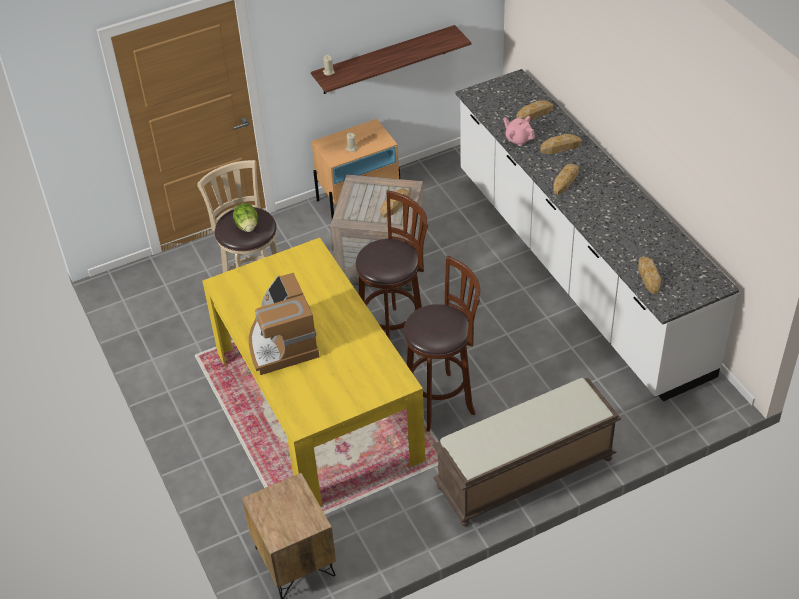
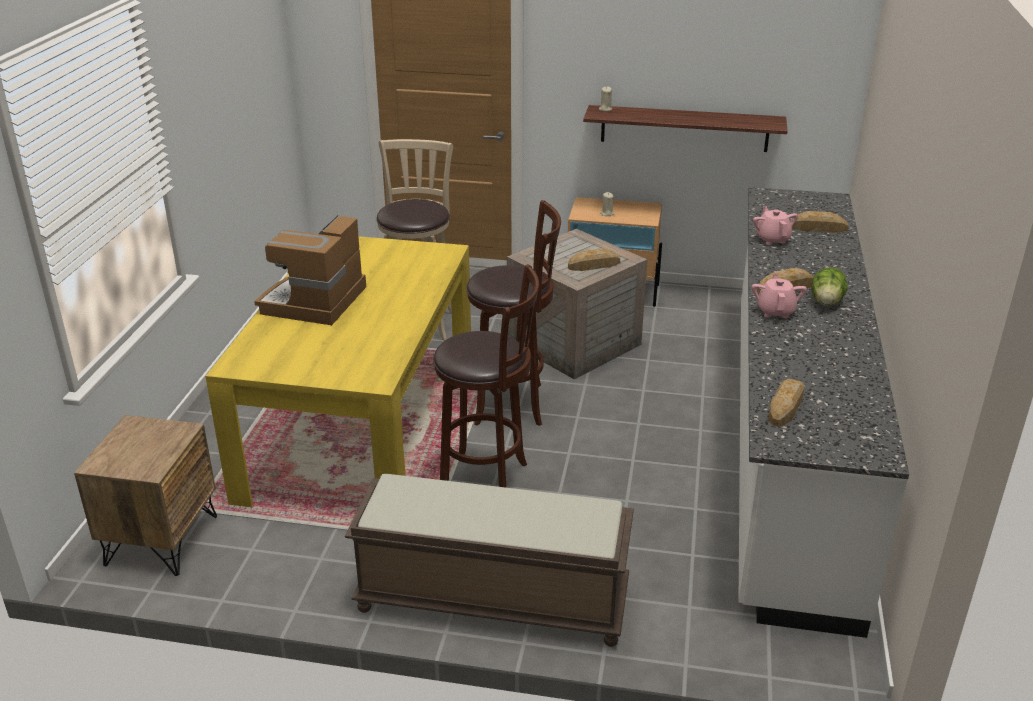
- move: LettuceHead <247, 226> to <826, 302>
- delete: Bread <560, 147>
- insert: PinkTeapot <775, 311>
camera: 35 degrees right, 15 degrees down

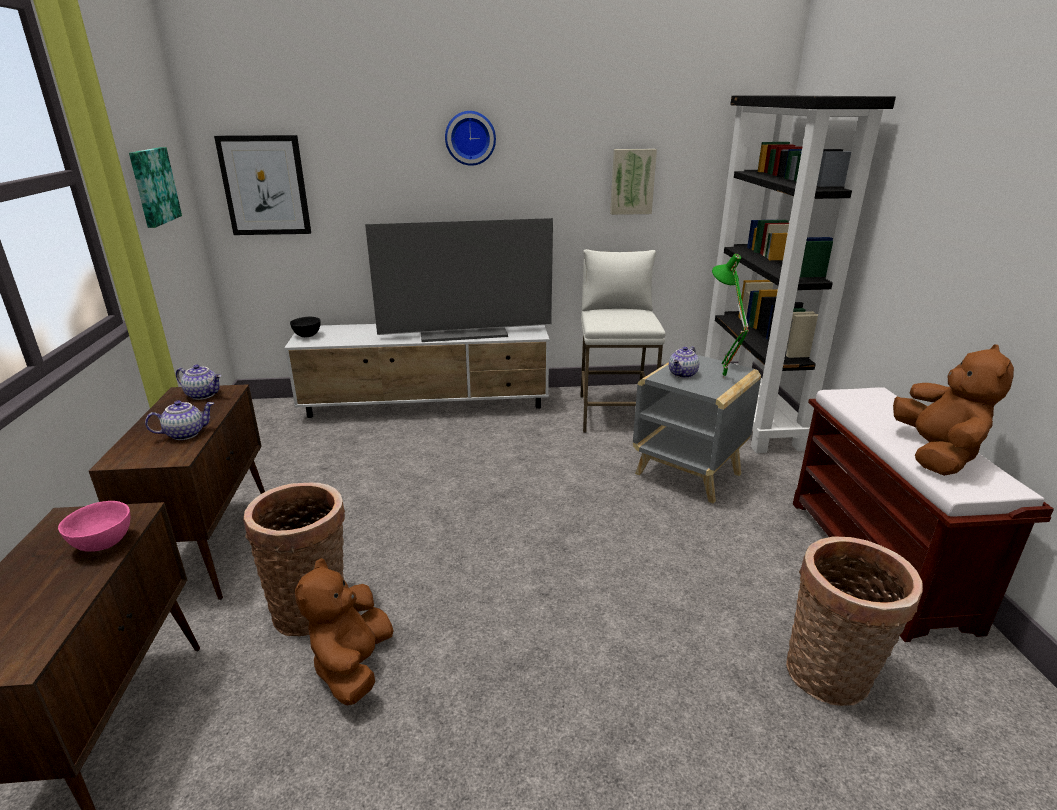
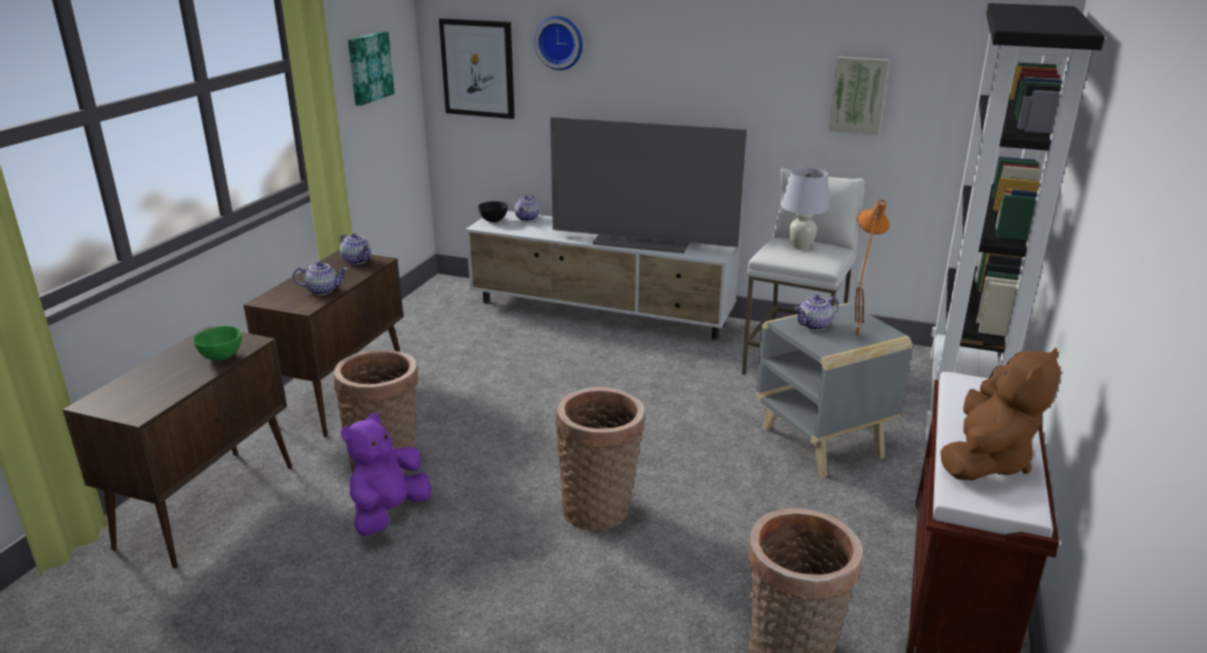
- recolor: PinkBowl <104, 544> to GreenishBowl <222, 357>
- recolor: BrownishPlushToy <353, 666> to PurplishPlushToy <388, 513>
- move: ClockOnTheWall <470, 138> to <560, 42>
- recolor: GreenishTabletopLamp <721, 378> to OrangeTabletopLamp <854, 337>
- insert: Teapot <527, 218>
- insert: HouseholdBasket <600, 509>
- insert: WhiteColouredTabletopLamp <800, 247>
camera: 25 degrees right, 0 degrees up

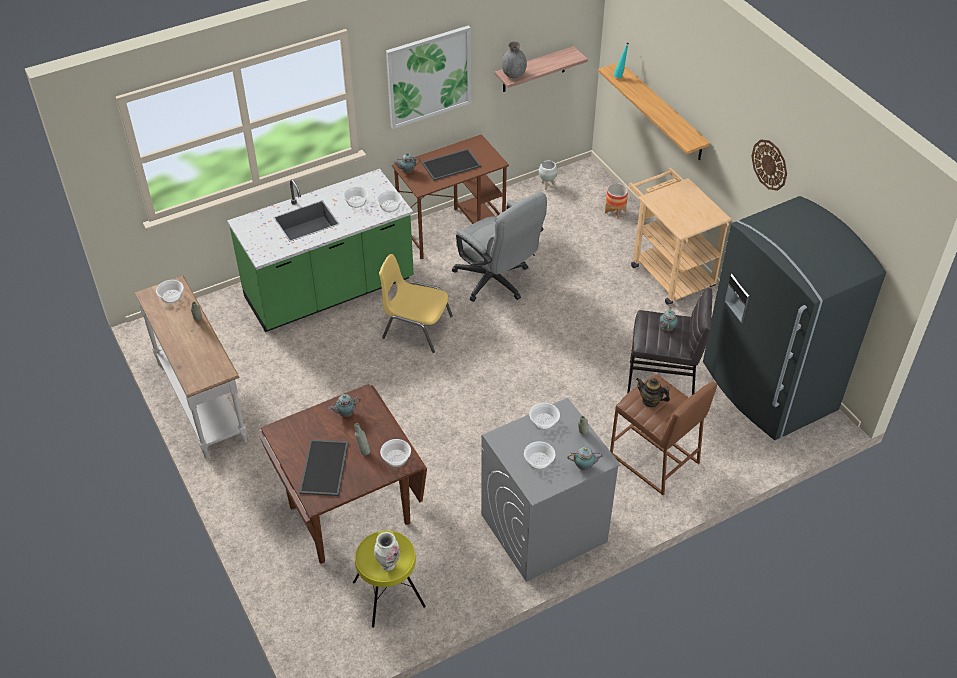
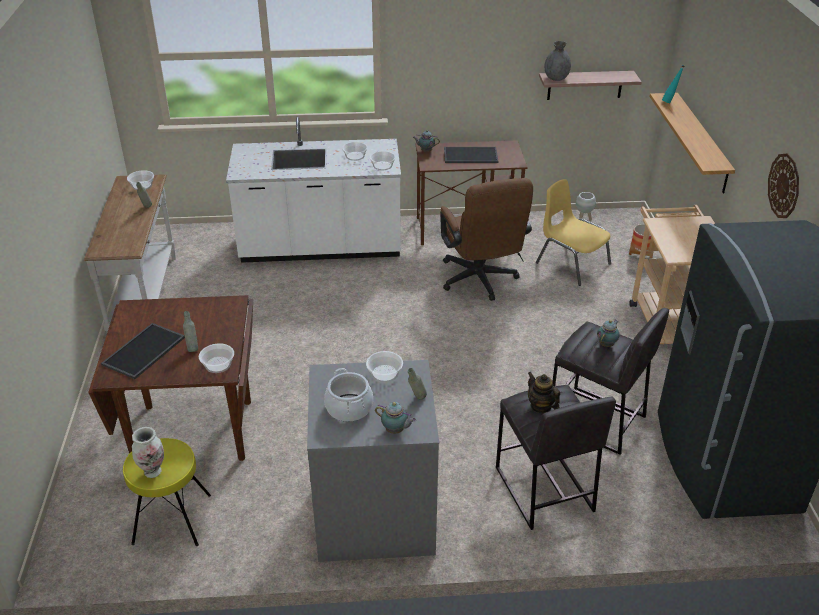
- recolor: GreenishCounter <330, 291> to WhiteColouredCounter <320, 247>
- delete: Teapot <345, 413>
- move: YellowishChair <416, 327> to <571, 263>
- delete: WallPicture <429, 76>
- recolor: GreyishOfficeChair <497, 282> to BrownishOfficeChair <480, 282>
- replace: Bowl <538, 461> to Stockpot <349, 408>
- recolor: BrownishStoolSeat <654, 459> to GreyishStoolSeat <543, 490>
camera: 25 degrees right, 10 degrees down

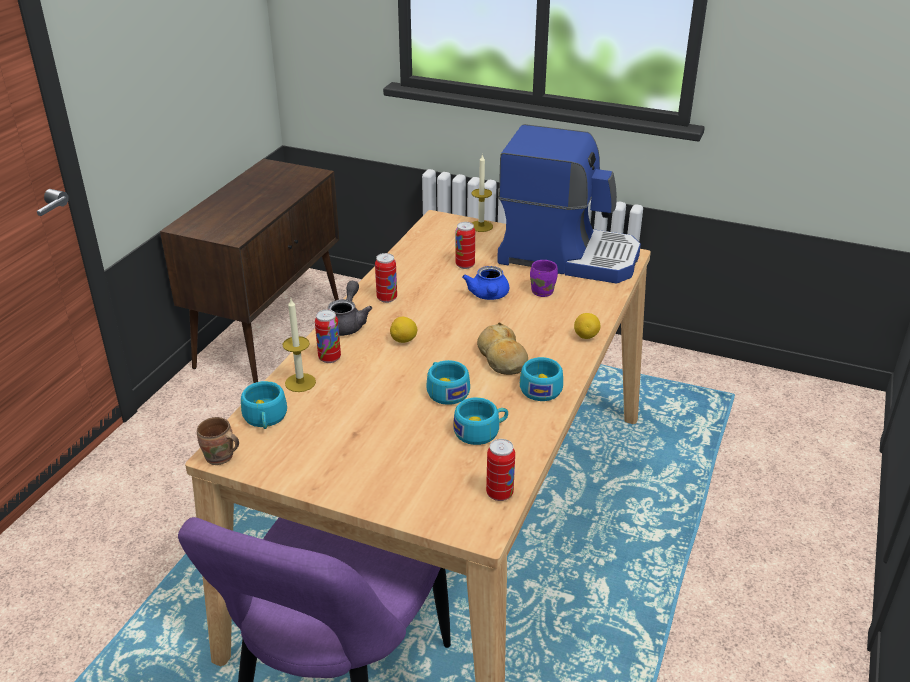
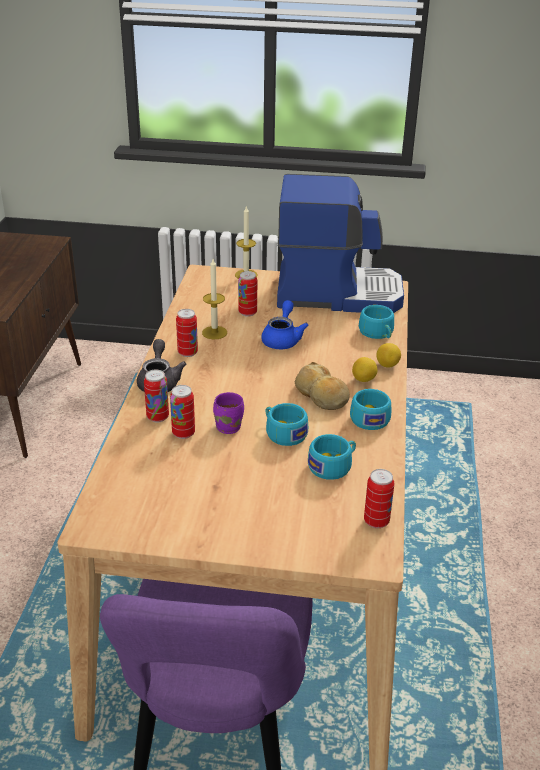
- delete: BrownishTeaMug <220, 458>
- move: TurquoiseDrinkingCup <265, 419> to <378, 334>
- move: WaxCandle <300, 382> to <214, 332>
- move: Lemon <404, 340> to <364, 380>
- rotate: BlueTeapot <488, 296> = <282, 339> 150 degrees counterclockwise
- move: PurplishTeaMug <543, 291> to <229, 426>
- insert: MetalCan <183, 433>
camera: 15 degrees left, 0 degrees up

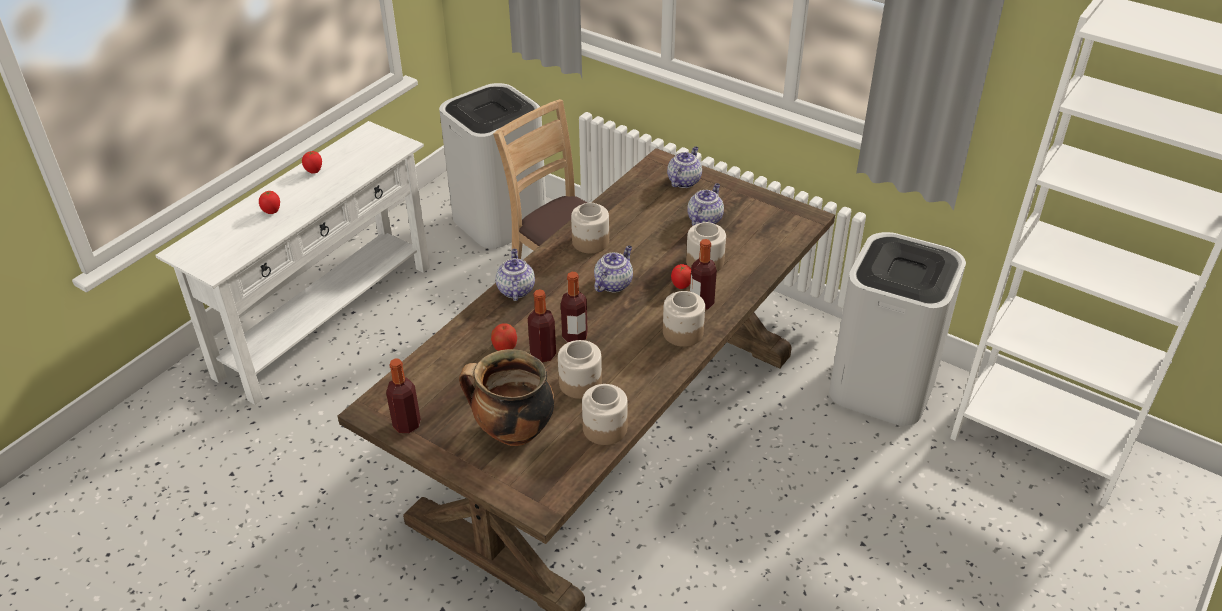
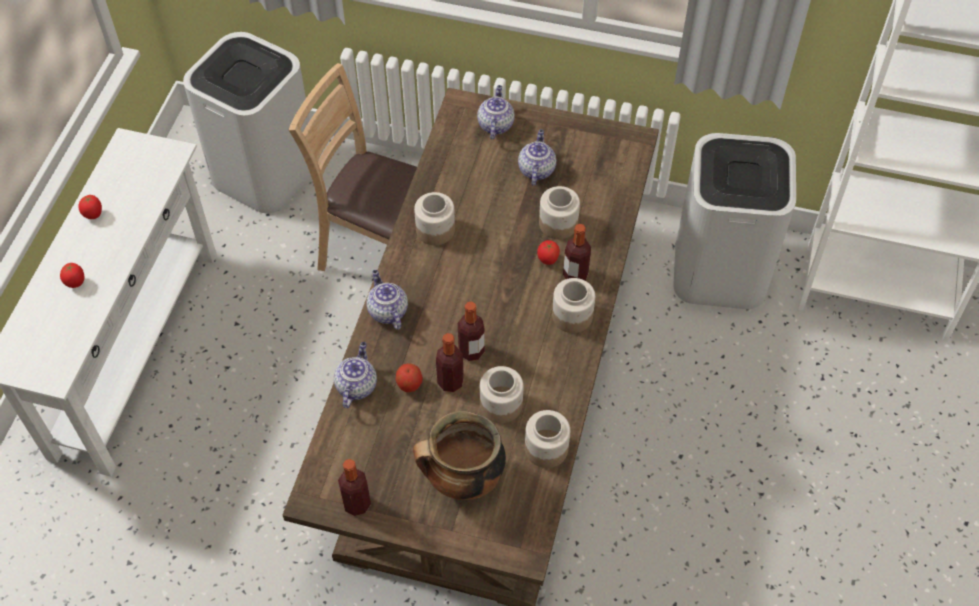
- move: Teapot <613, 283> to <356, 385>
camera: 20 degrees left, 15 degrees up

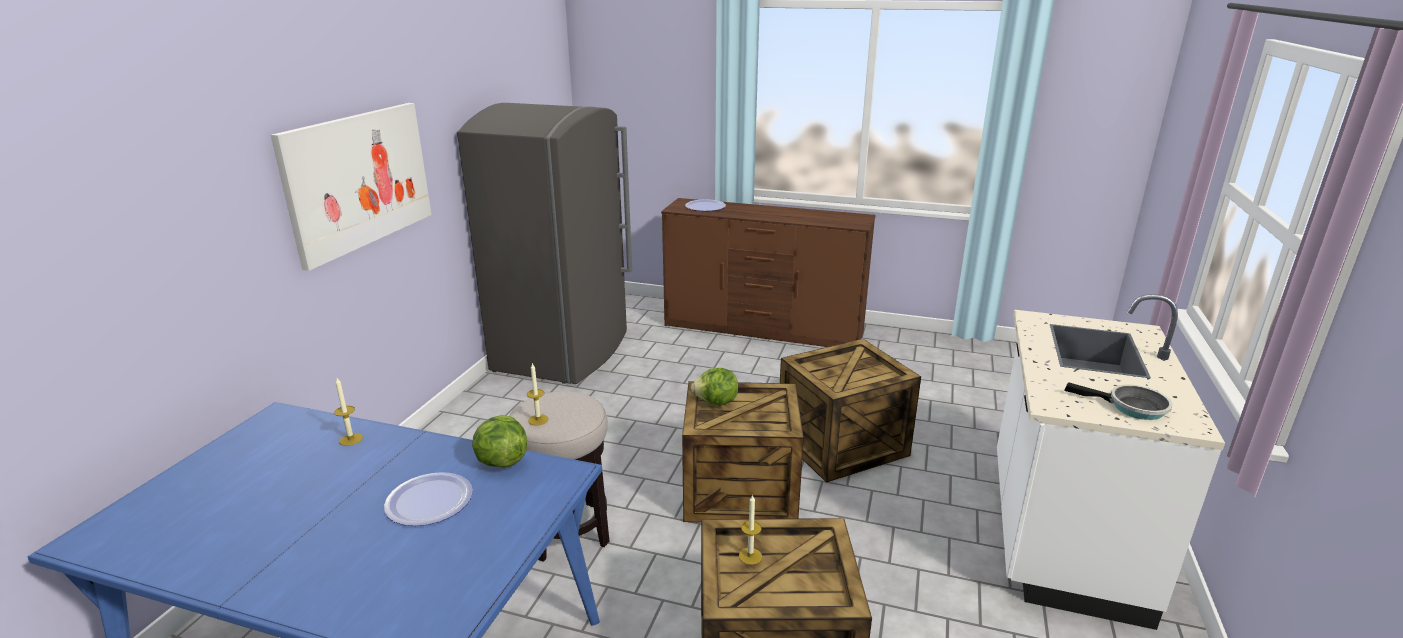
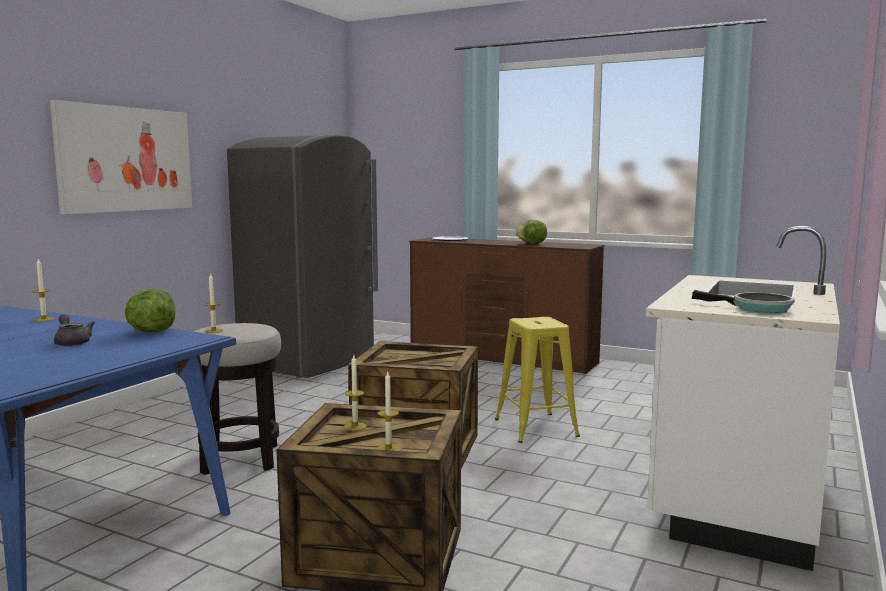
- replace: FlatDish <429, 501> to GreyishTeapot <72, 342>
- move: LettuceHead <716, 403> to <532, 244>
- replace: Crate <842, 446> to YellowishStoolSeat <535, 427>
- insert: WaxCandle <388, 449>
camera: 10 degrees right, 15 degrees down

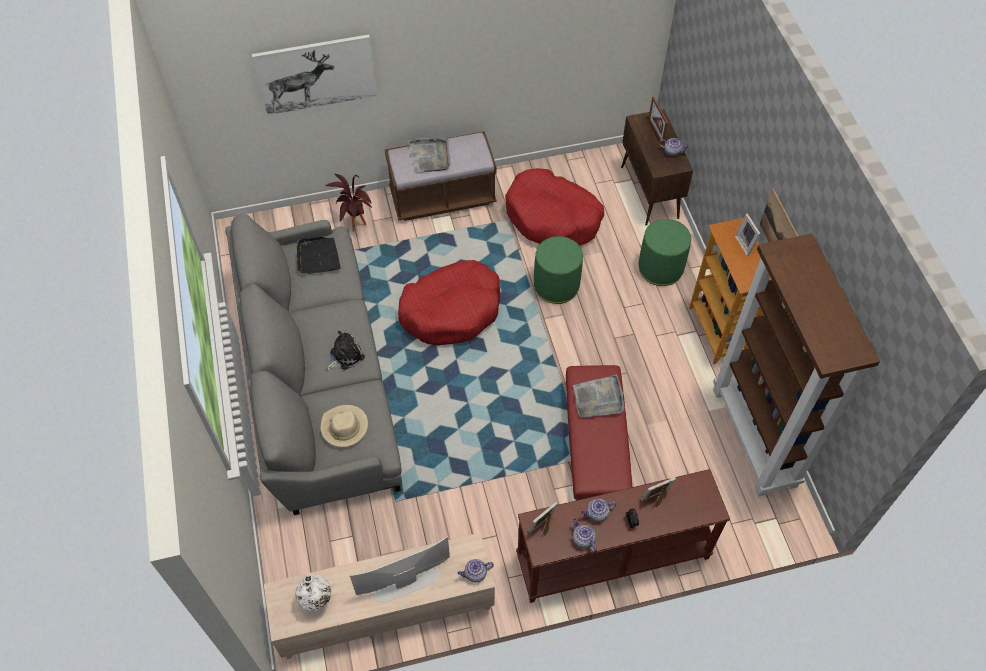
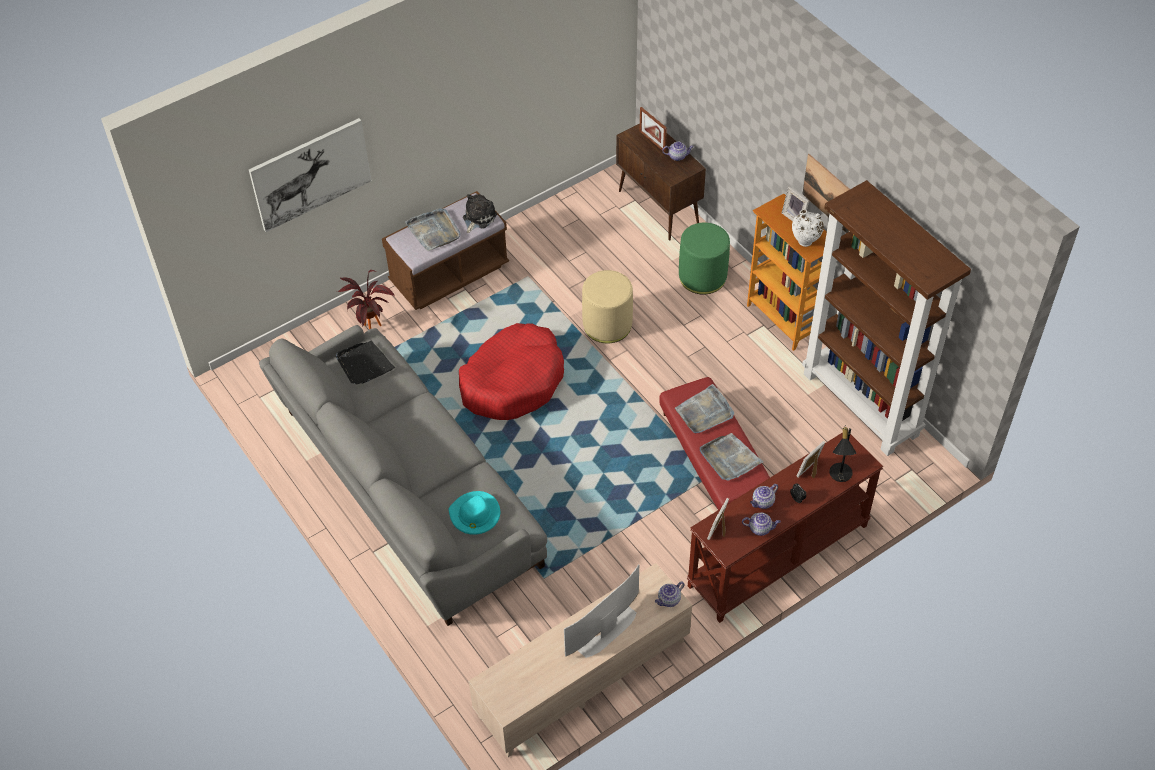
- move: WhiteColouredVase <317, 601> to <805, 243>
- recolor: BeigeColouredClothingHat <344, 427> to TurquoiseClothingHat <475, 515>
- move: PlushToy <345, 355> to <478, 218>
- delete: RedColouredPetBed <552, 217>
- recolor: GreenishPouffe <556, 285> to BeigeColouredPouffe <607, 325>
- rotate: Teapot <583, 539> = <760, 528> 150 degrees clockwise
- insert: GreyishTray <729, 459>
- insert: BlackTabletopLamp <839, 476>
camera: 20 degrees left, 5 degrees down

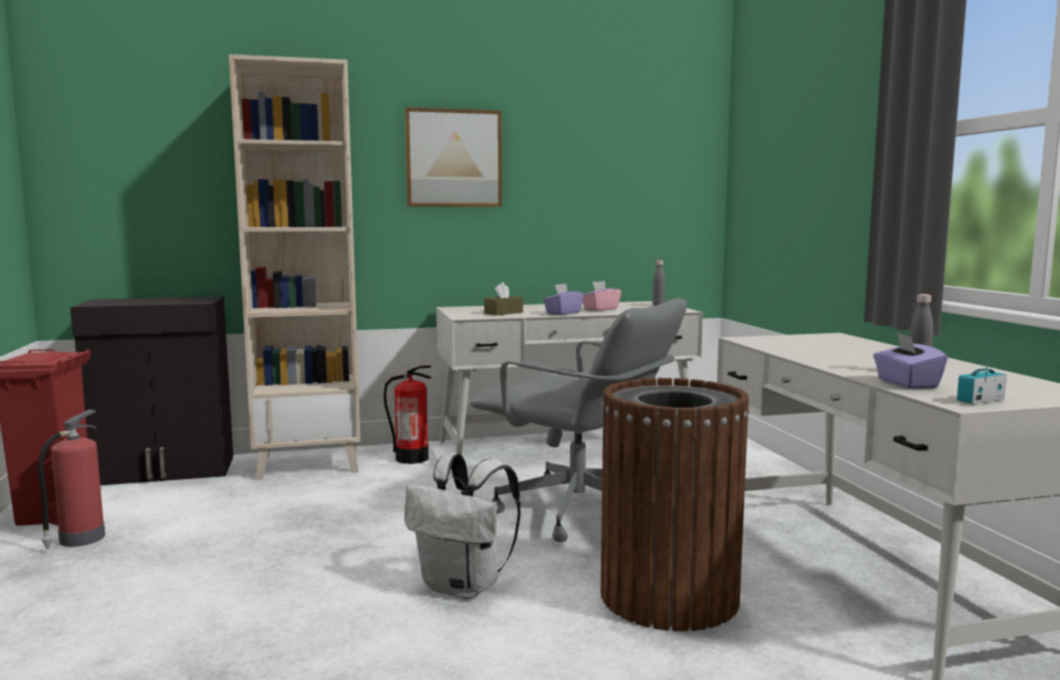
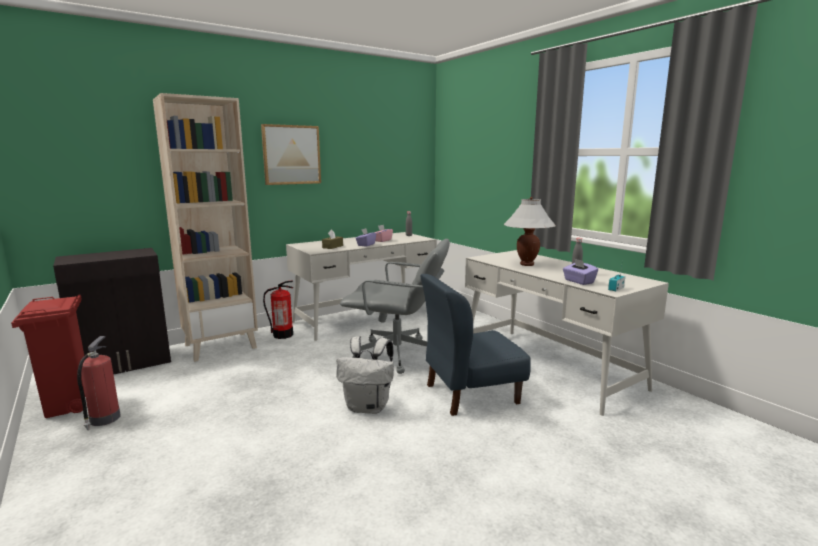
- replace: BrownishWasteBin <668, 596> to BlueChair <470, 393>
- insert: WhiteColouredTabletopLamp <526, 264>
camera: 20 degrees left, 5 degrees up

